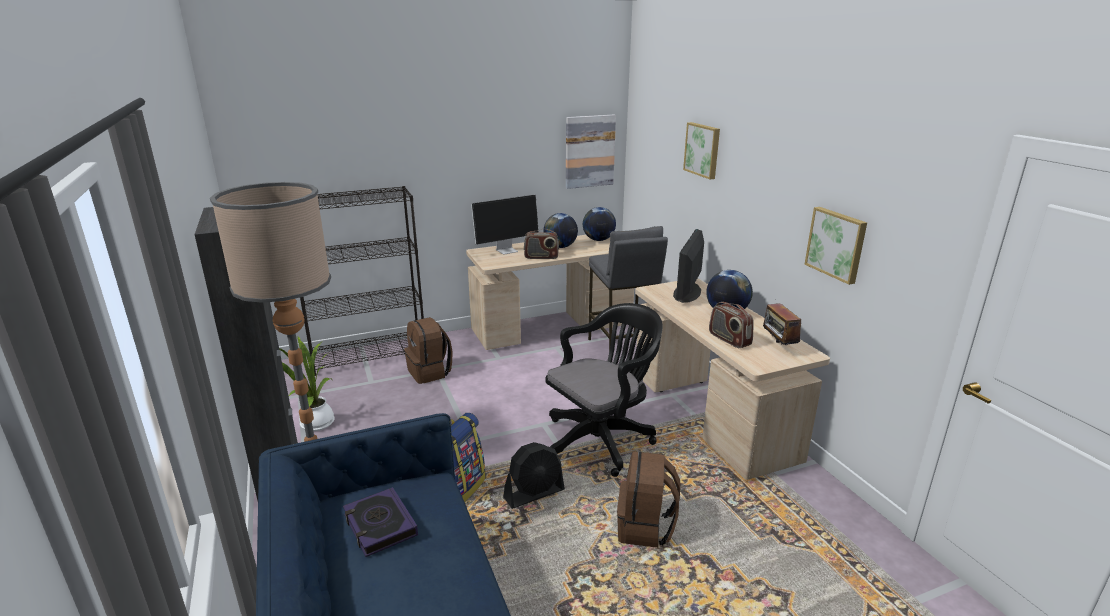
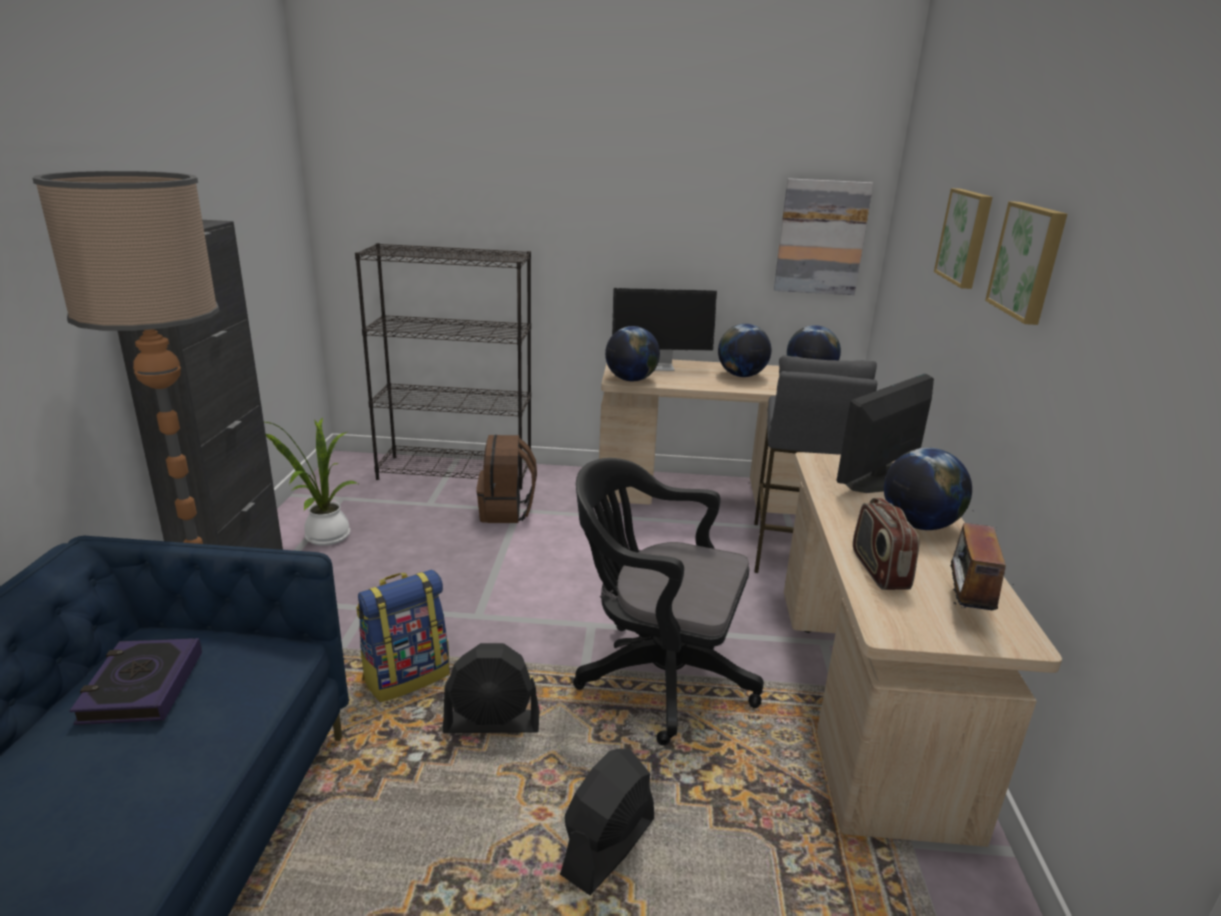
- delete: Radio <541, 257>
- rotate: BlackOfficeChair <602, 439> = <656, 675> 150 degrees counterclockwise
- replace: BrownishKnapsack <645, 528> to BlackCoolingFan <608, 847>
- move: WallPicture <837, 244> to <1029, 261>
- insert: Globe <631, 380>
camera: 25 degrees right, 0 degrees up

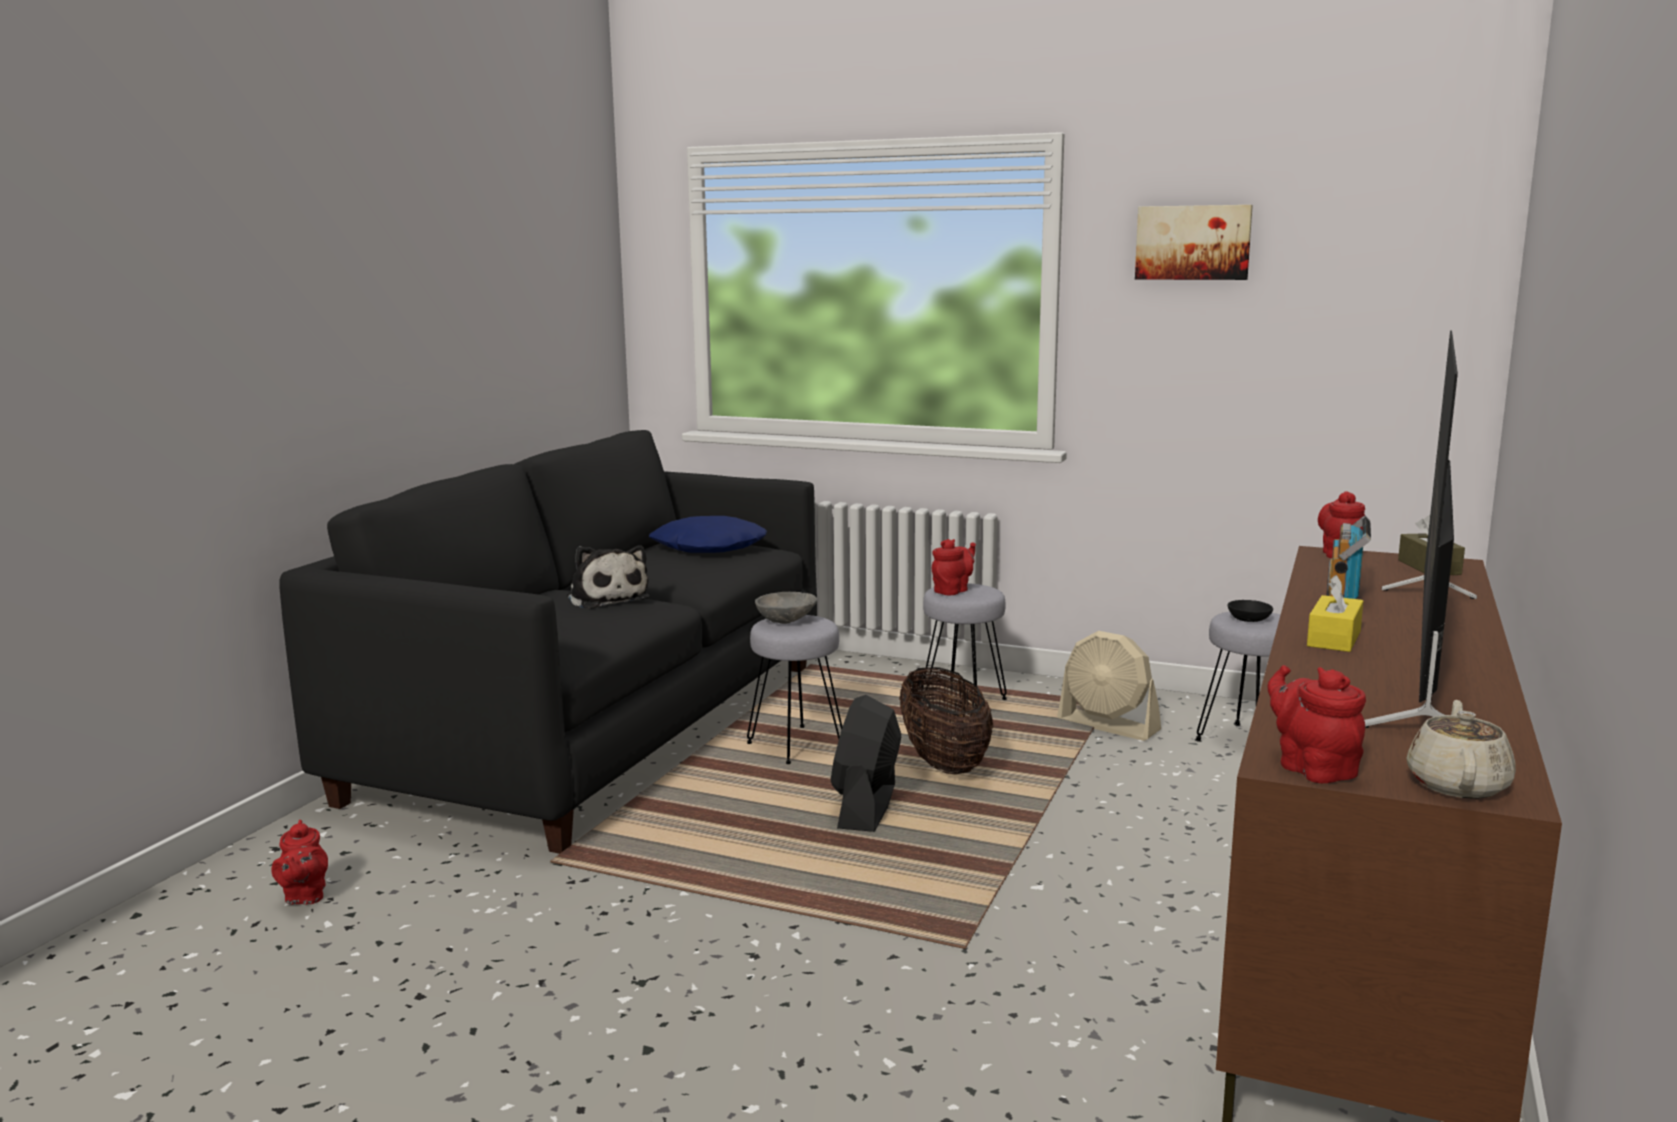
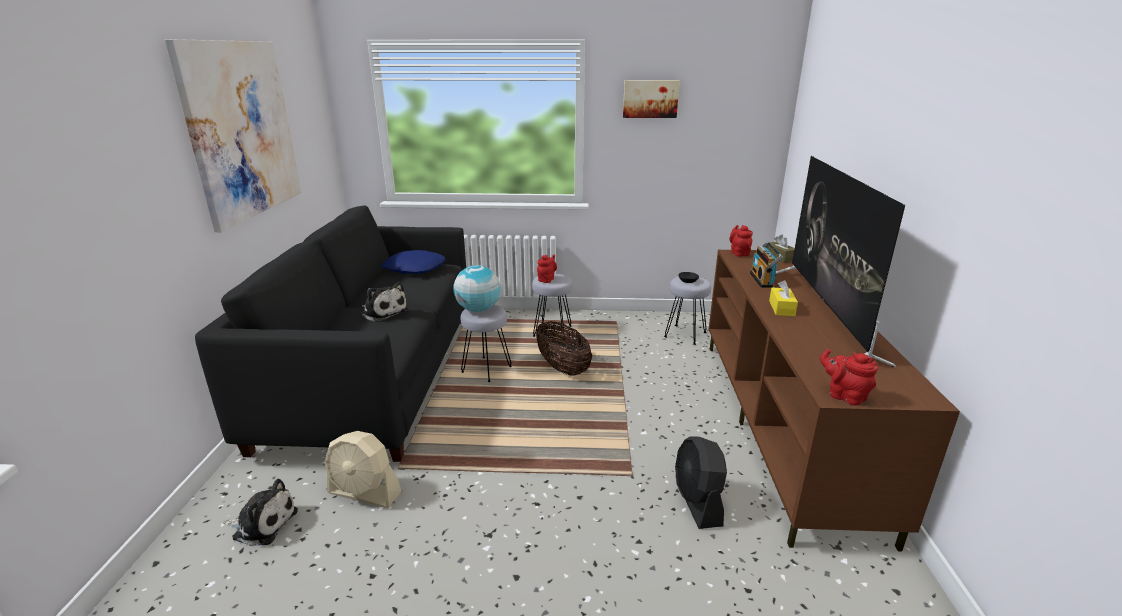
- replace: RedColouredTeapot <304, 896> to PlushToy <263, 524>
- replace: GreyishBowl <787, 621> to Globe <478, 309>
- move: BlackCoolingFan <866, 807> to <697, 502>
- move: BeigeColouredCoolingFan <1108, 726> to <364, 493>
- delete: BeigeColouredTeapot <1457, 784>
- insert: WallPicture <242, 130>
camera: 20 degrees left, 10 degrees up

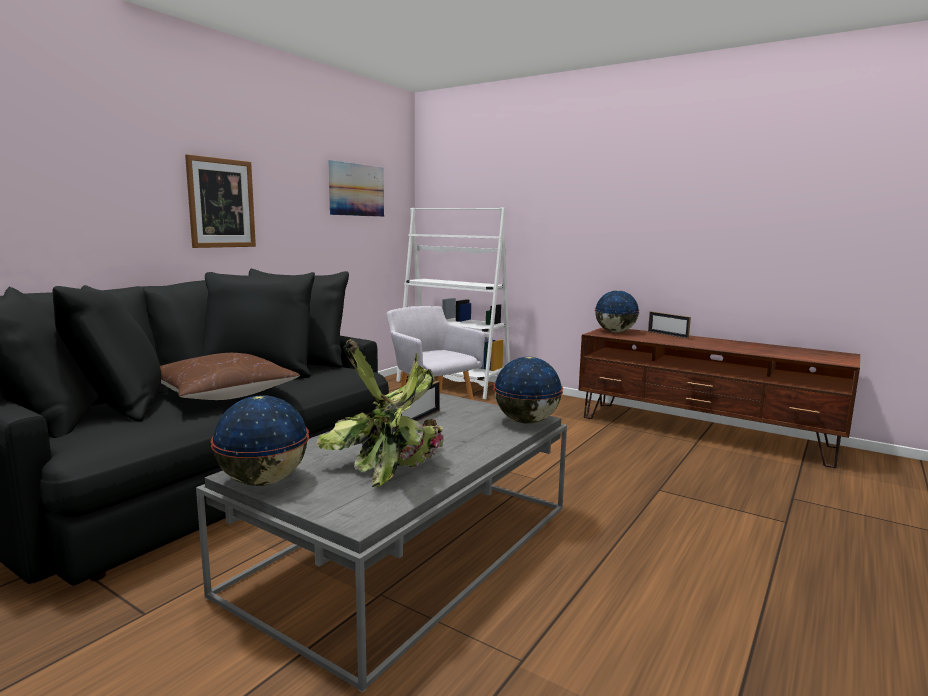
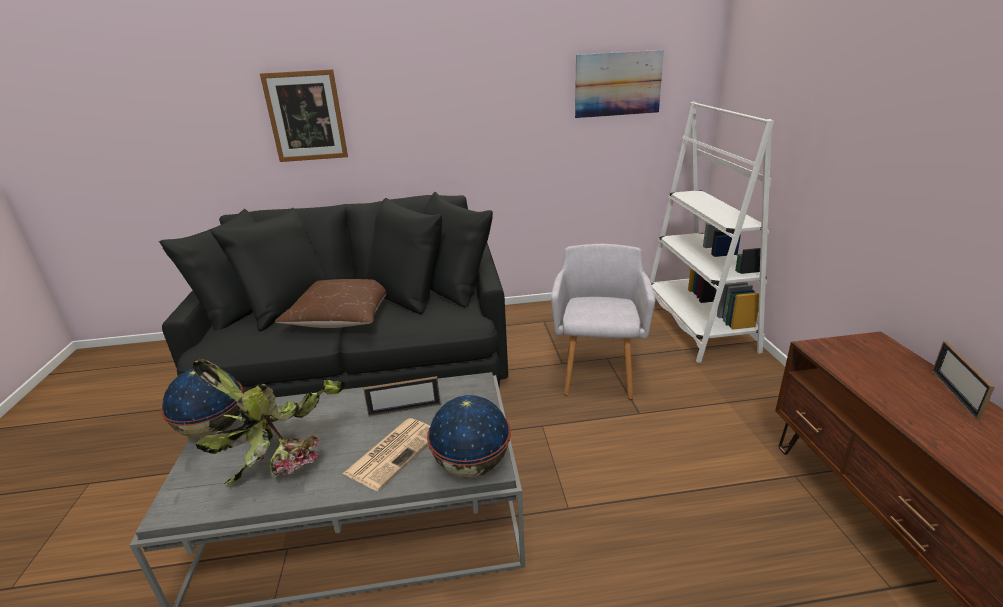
- move: WallPicture <221, 203> to <306, 116>
- delete: Globe <615, 332>
- insert: DailyPaper <393, 452>
camera: 50 degrees right, 15 degrees up

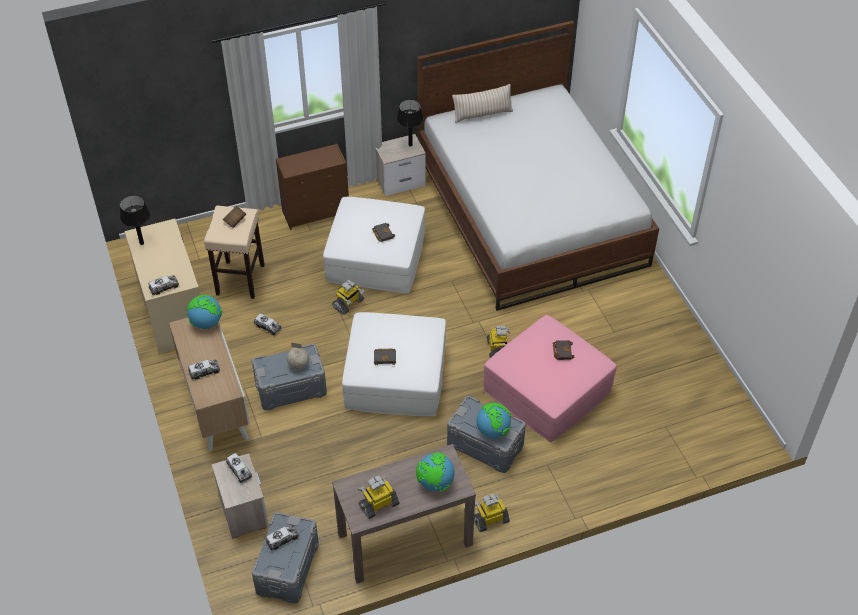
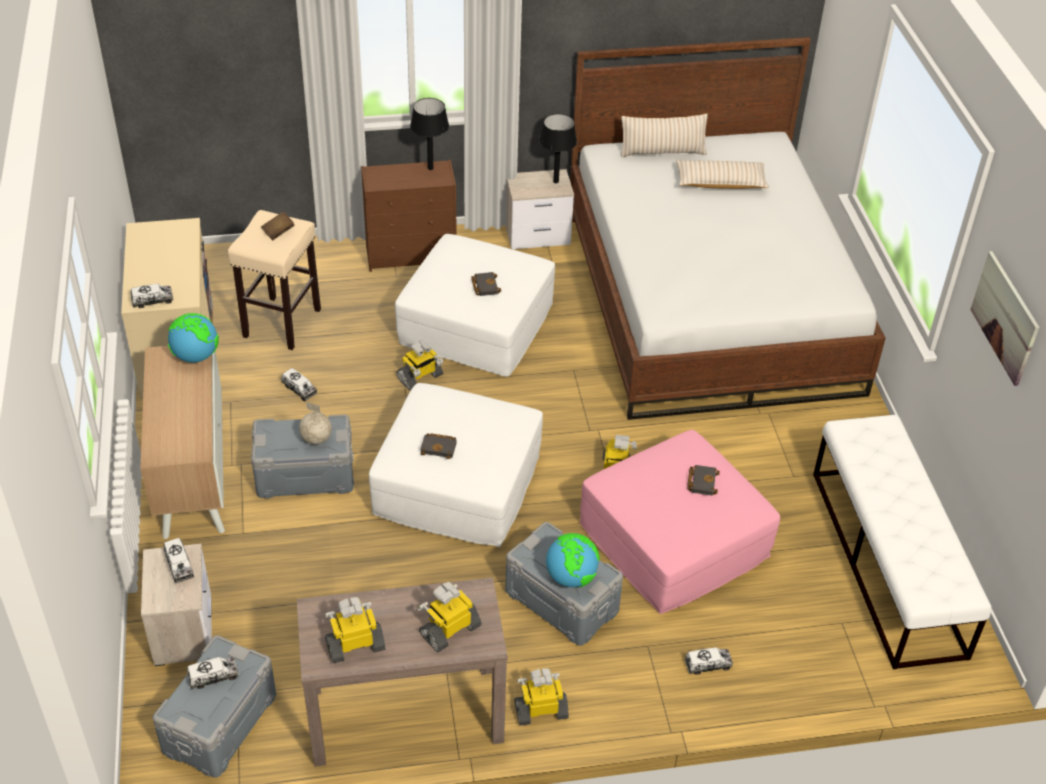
- move: BlackTabletopLamp <142, 243> to <430, 168>
- move: ToyLorry <204, 372> to <708, 665>
- replace: Globe <435, 483> to ToyRobot <449, 629>
- insert: BeigeColouredThrowPillow <720, 182>
- insert: WhiteColouredLongSeat <887, 562>
- insert: WallPicture <1005, 317>
camera: 10 degrees right, 5 degrees down

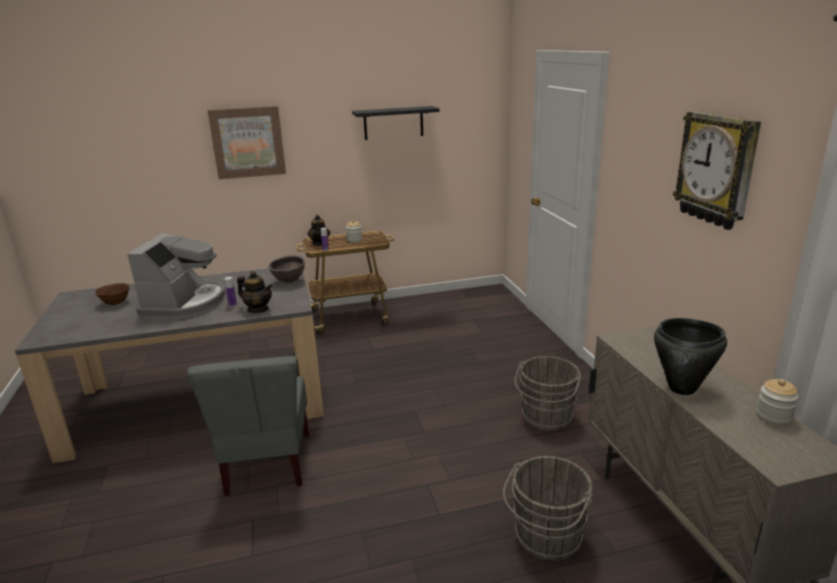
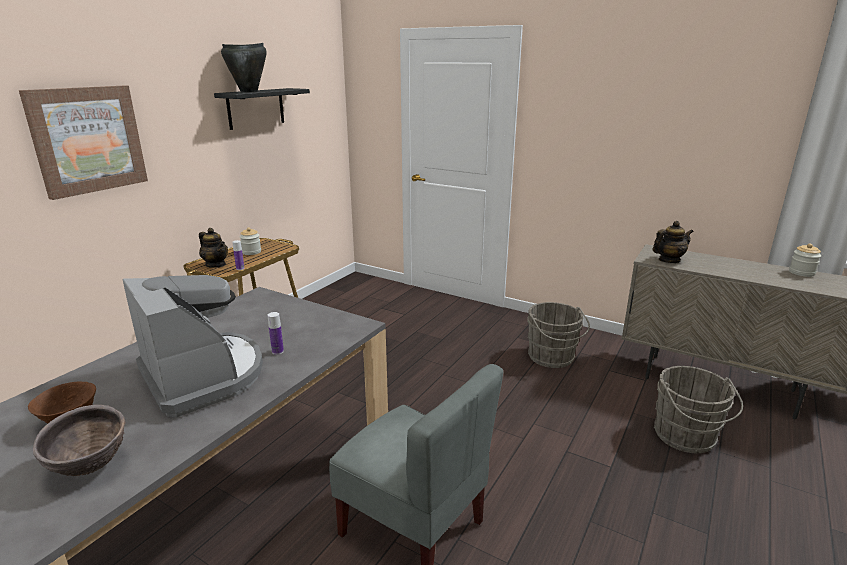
- move: Teapot <258, 309> to <668, 260>
- move: BrownishBowl <289, 282> to <90, 467>
- move: BlackStockpot <682, 389> to <249, 91>
- delete: ClockOnTheWall <717, 169>
camera: 45 degrees left, 0 degrees up

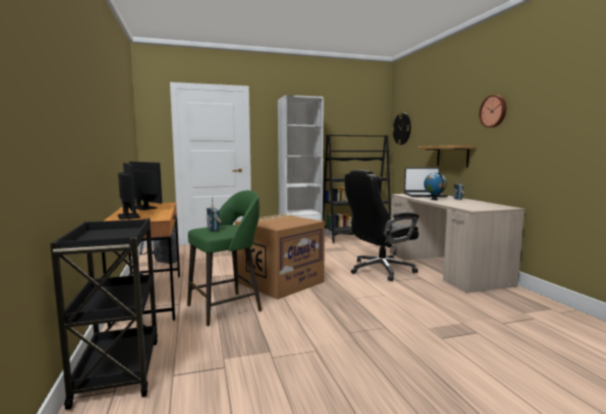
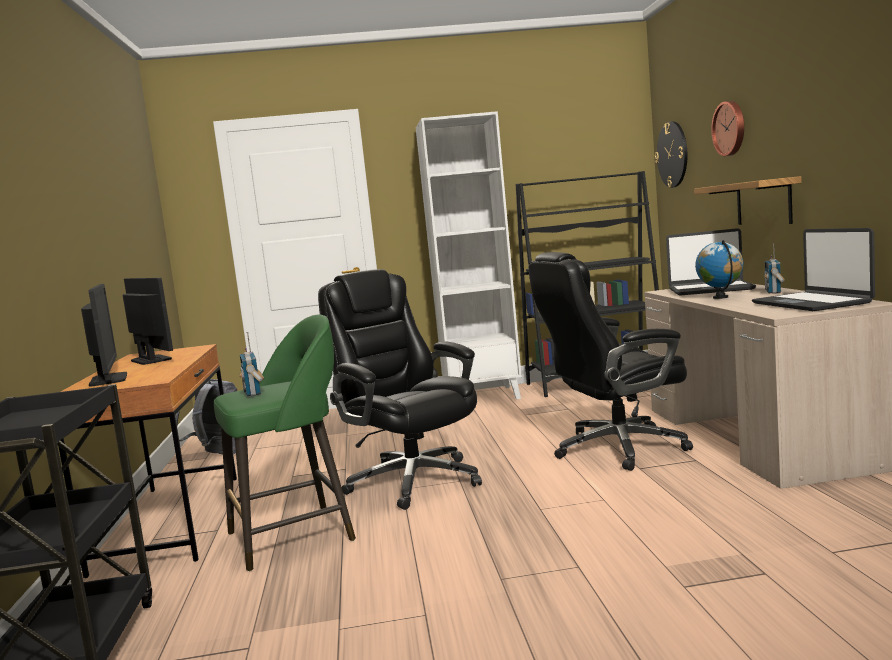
- replace: Carton <280, 281> to BlackOfficeChair <412, 480>
- move: ClockOnTheWall <493, 111> to <730, 128>
- insert: NotebookComputer <811, 303>
camera: 10 degrees right, 0 degrees up

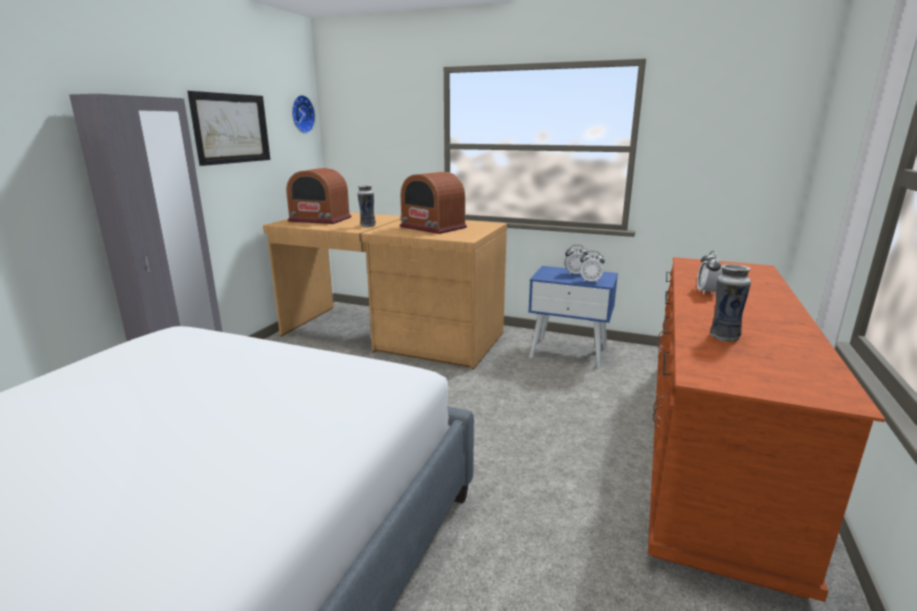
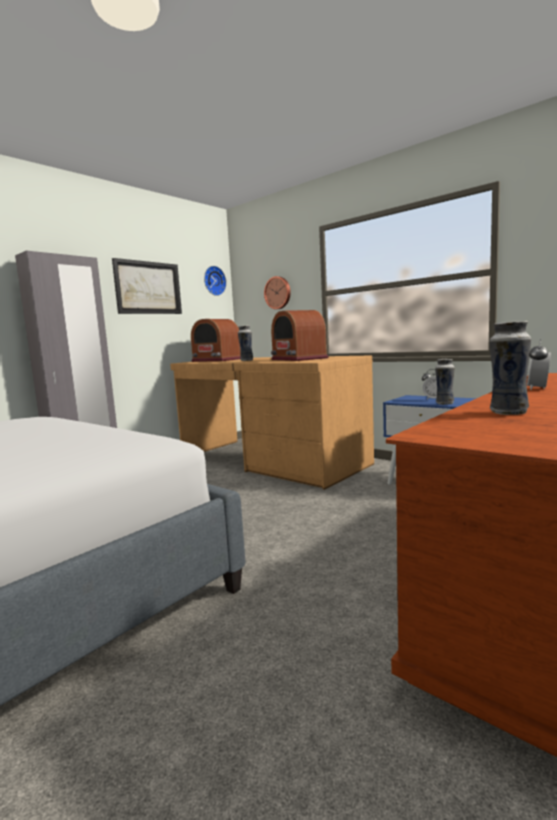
- replace: BedsideClock <590, 281> to Vase <444, 403>
- insert: ClockOnTheWall <278, 293>
camera: 20 degrees right, 10 degrees down

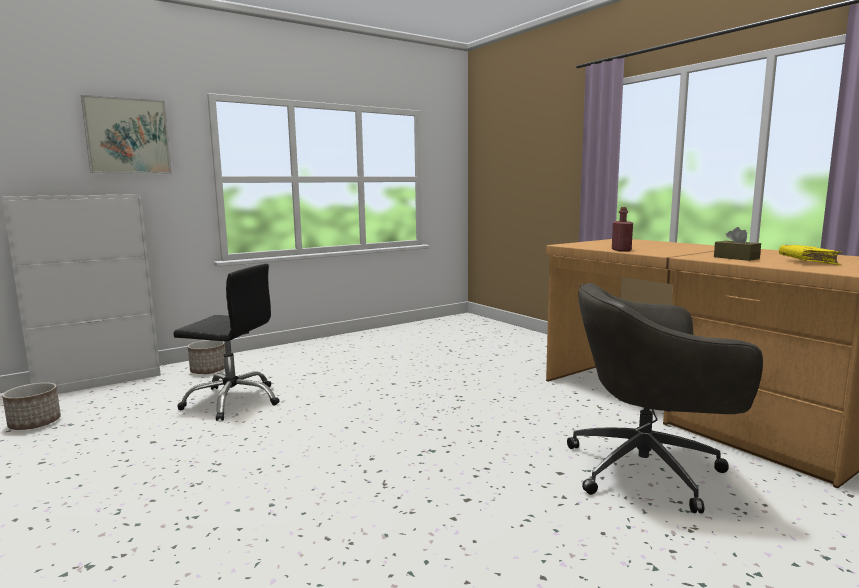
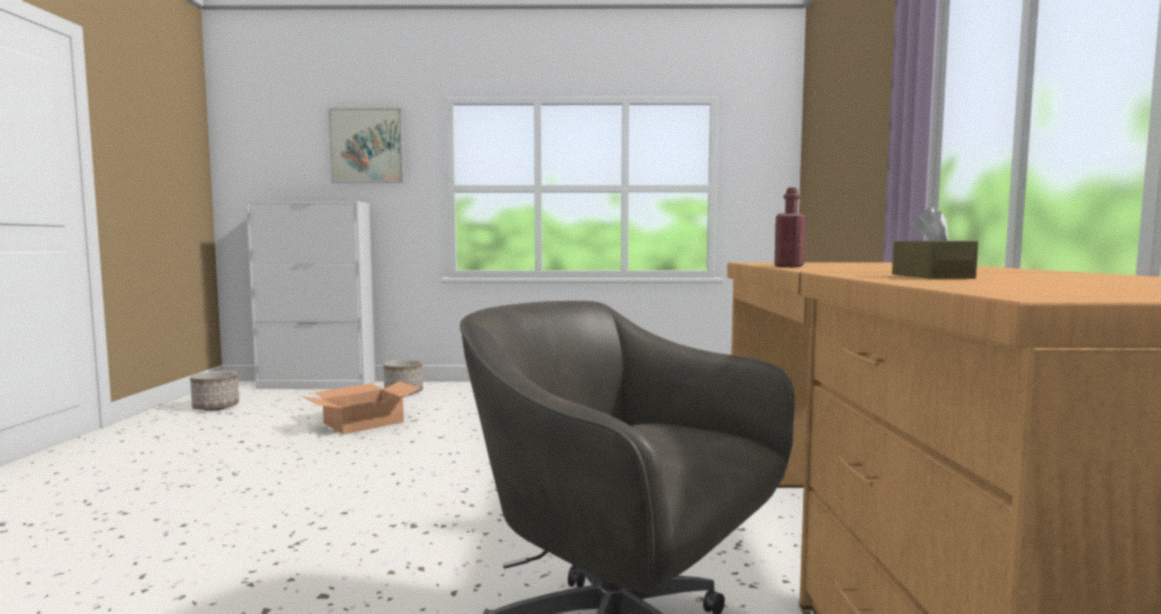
- replace: BlackOfficeChair <233, 401> to Carton <363, 423>
- delete: YellowishBoundBook <807, 262>
camera: 35 degrees right, 5 degrees down

